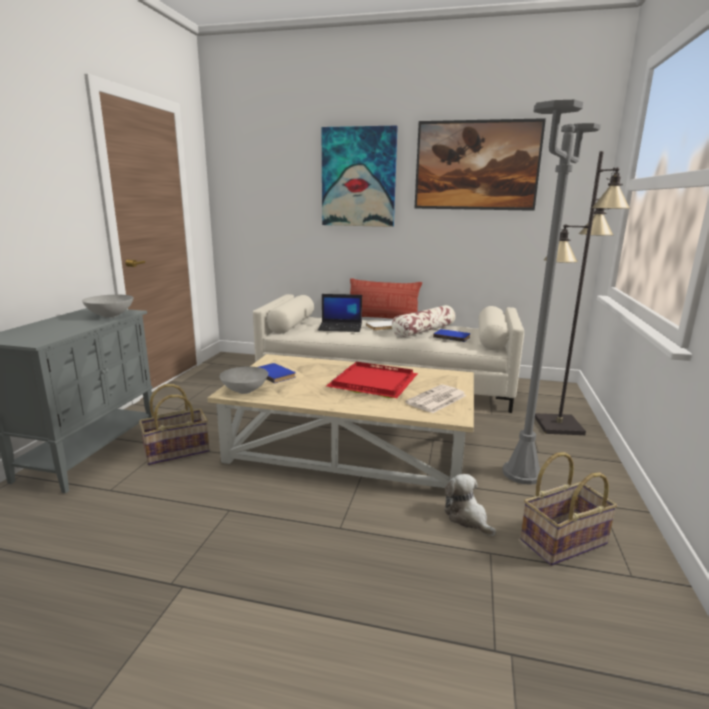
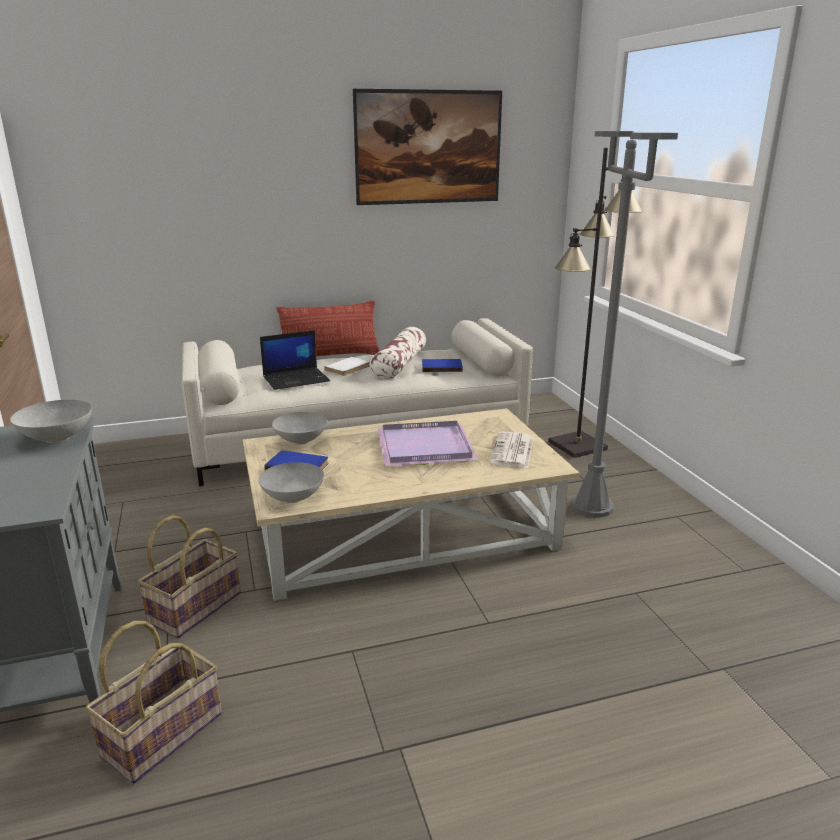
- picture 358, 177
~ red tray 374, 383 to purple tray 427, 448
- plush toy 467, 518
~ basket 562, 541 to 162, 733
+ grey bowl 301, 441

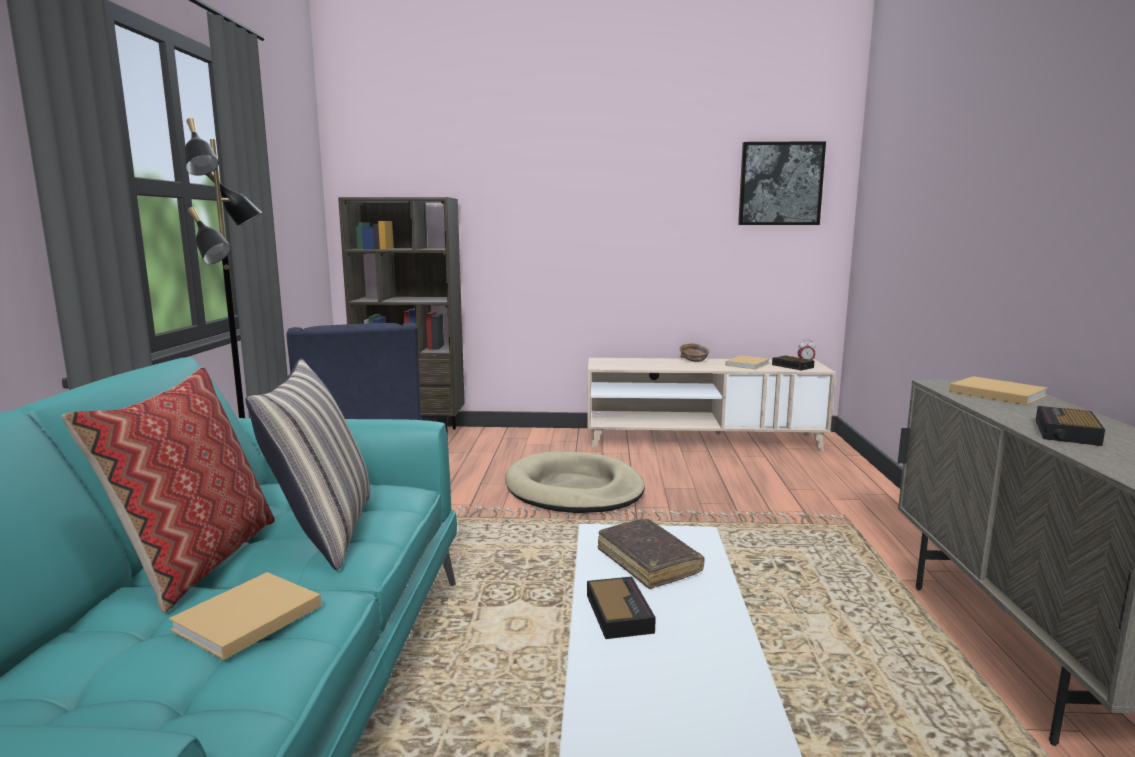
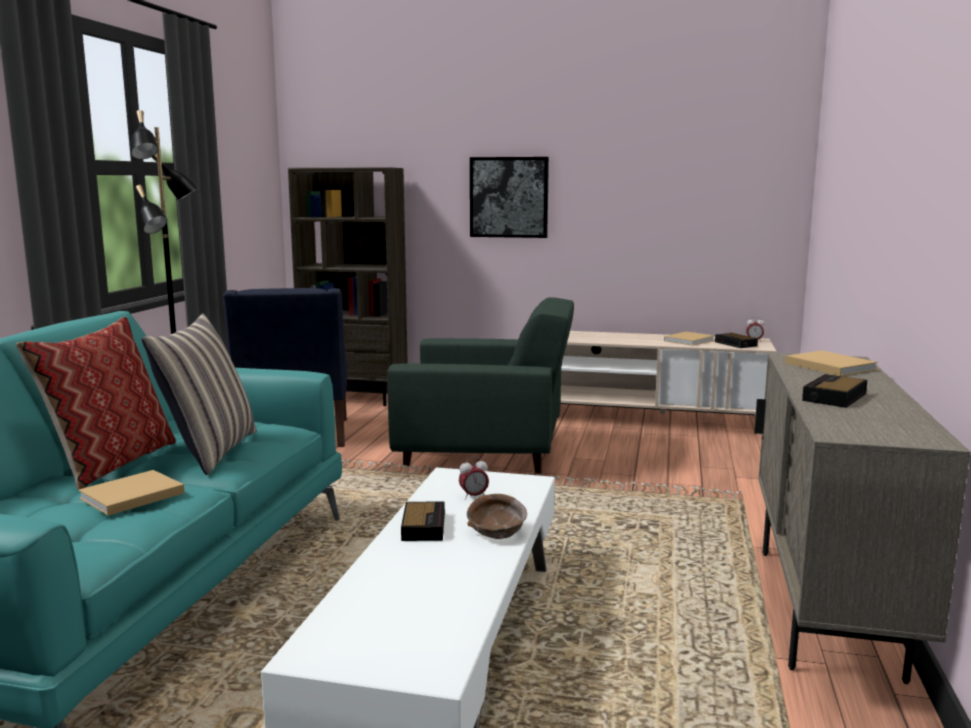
~ beige dog bed 574, 489 to green armchair 485, 454
~ brown book 648, 562 to alarm clock 473, 496
~ brown bowl 693, 360 to 496, 532
~ picture 780, 184 to 509, 197

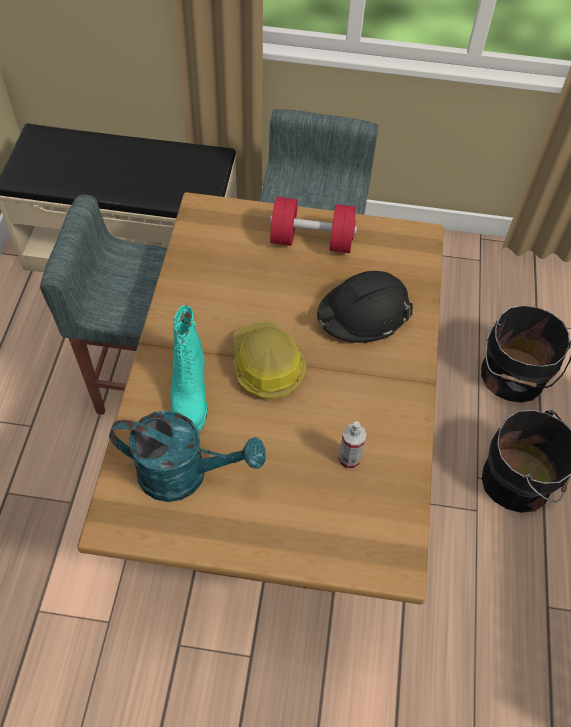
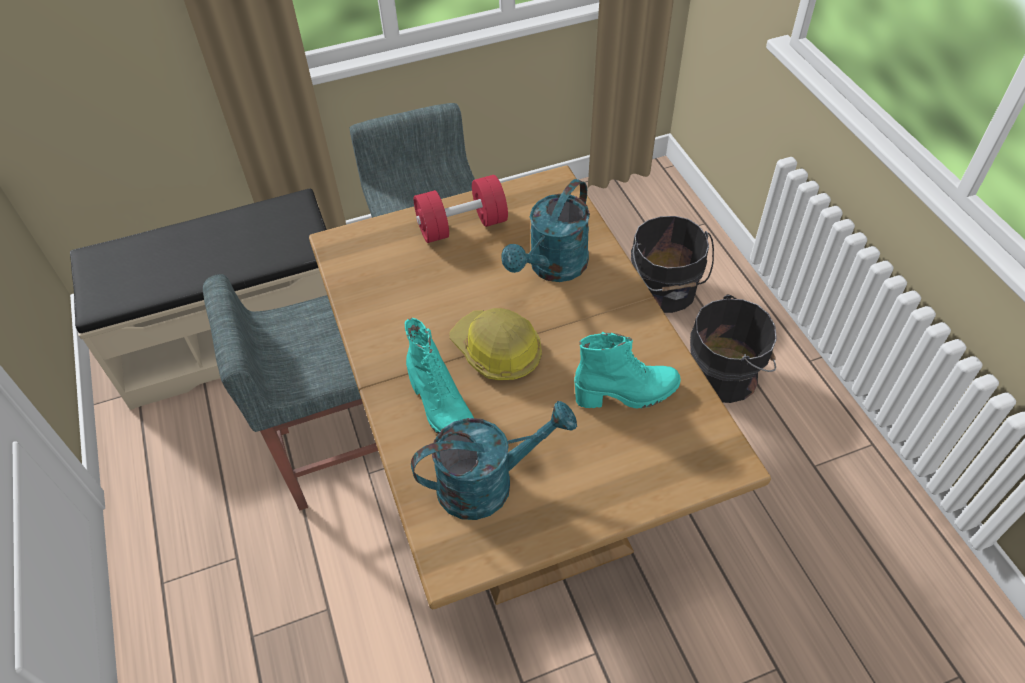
~ black hard hat 363, 315 to turquoise watering can 552, 268
~ spray bottle 349, 459 to turquoise boot 627, 394

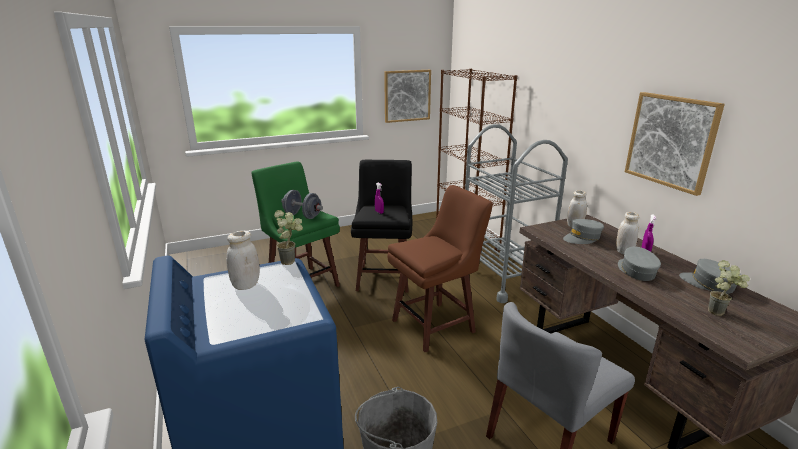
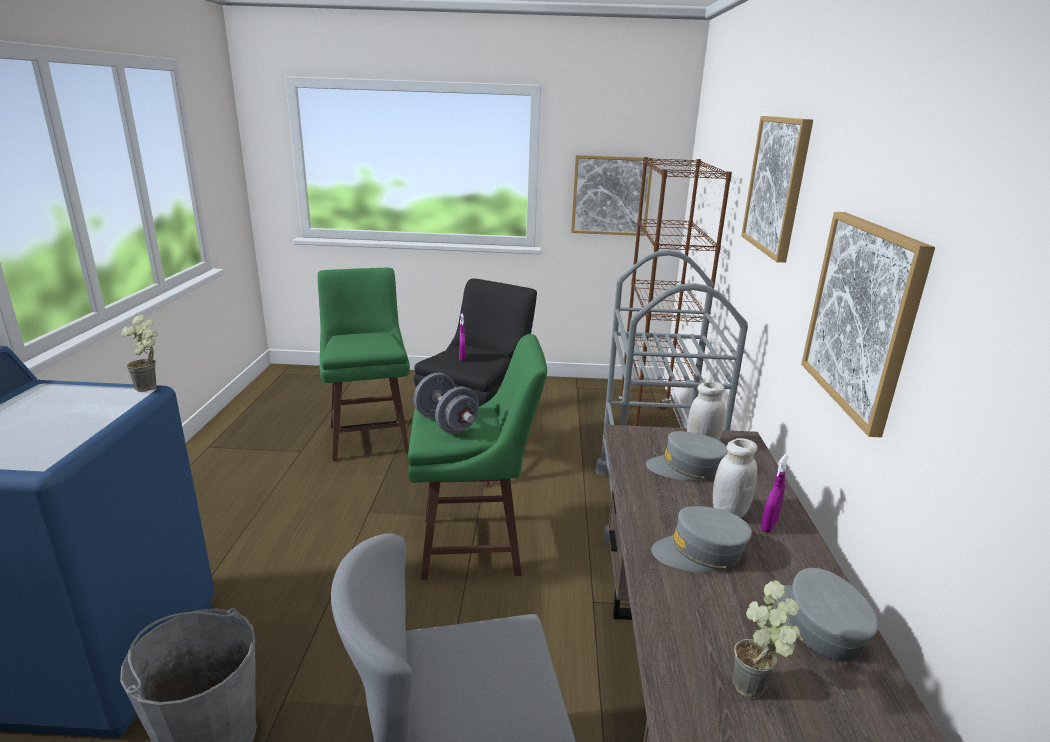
- white jar 246, 285
~ grey dumbbell 302, 216 to 446, 423
~ brown stool 435, 326 to green stool 475, 547
~ grey cap 636, 271 = 700, 553 120 degrees counterclockwise
+ picture 777, 185

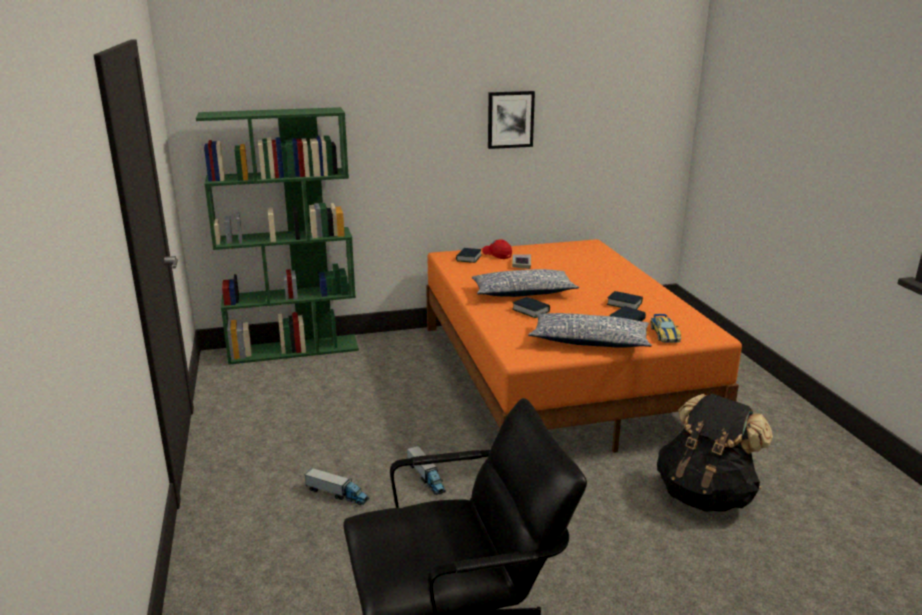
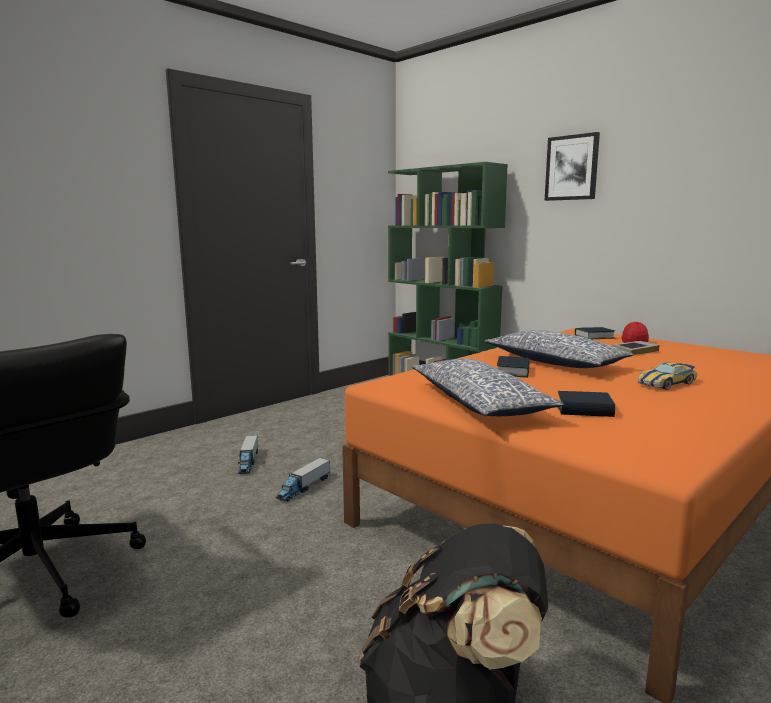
~ picture 510, 119 to 572, 168
- book 624, 304
~ toy car 664, 334 to 666, 383

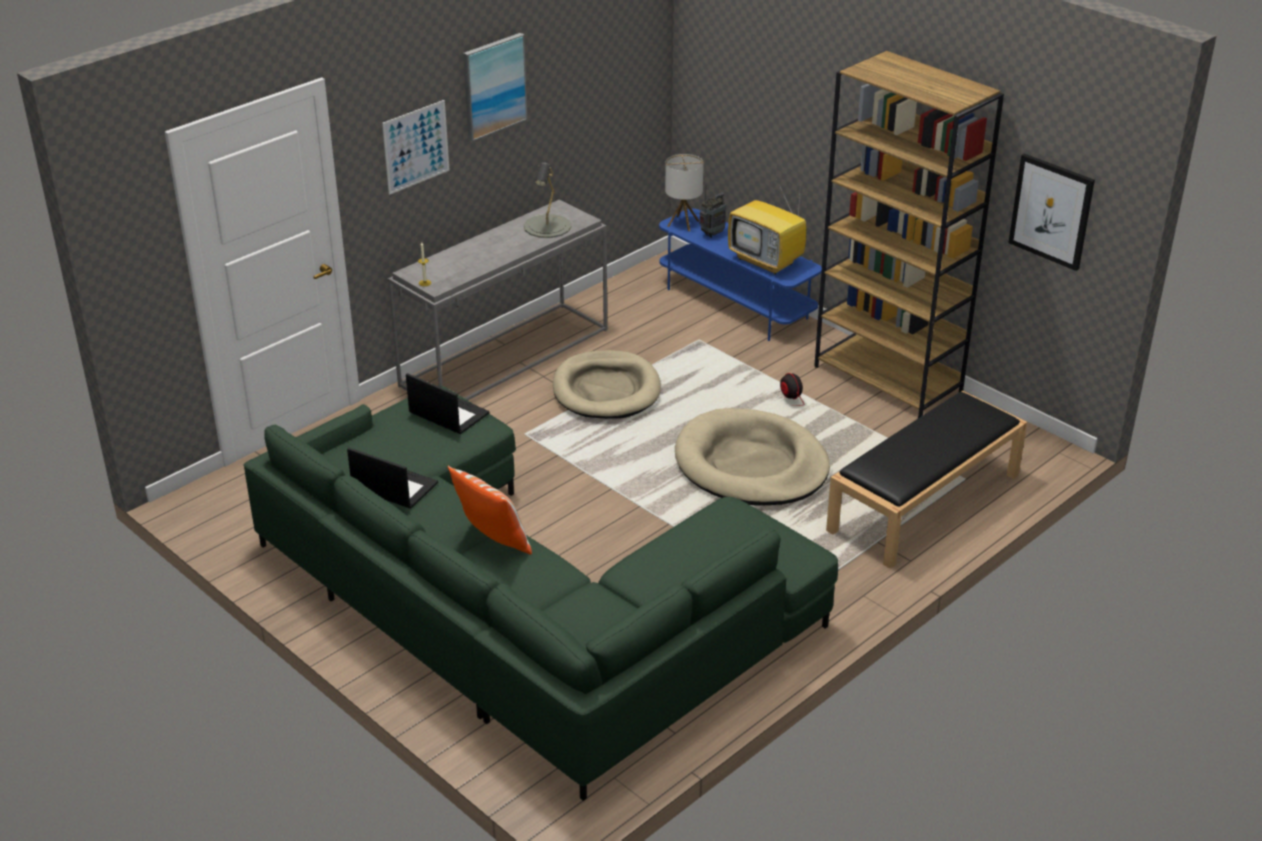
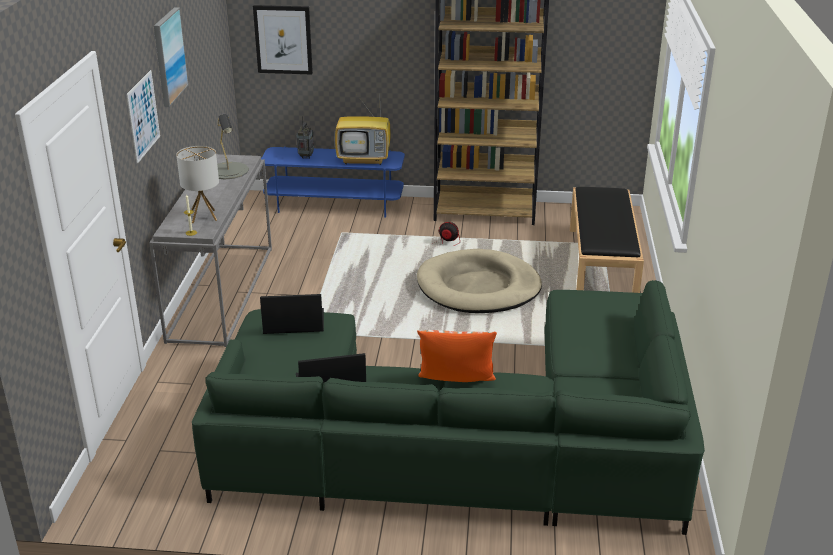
- beige dog bed 606, 390
~ table lamp 683, 223 to 203, 216
~ picture 1051, 211 to 283, 39

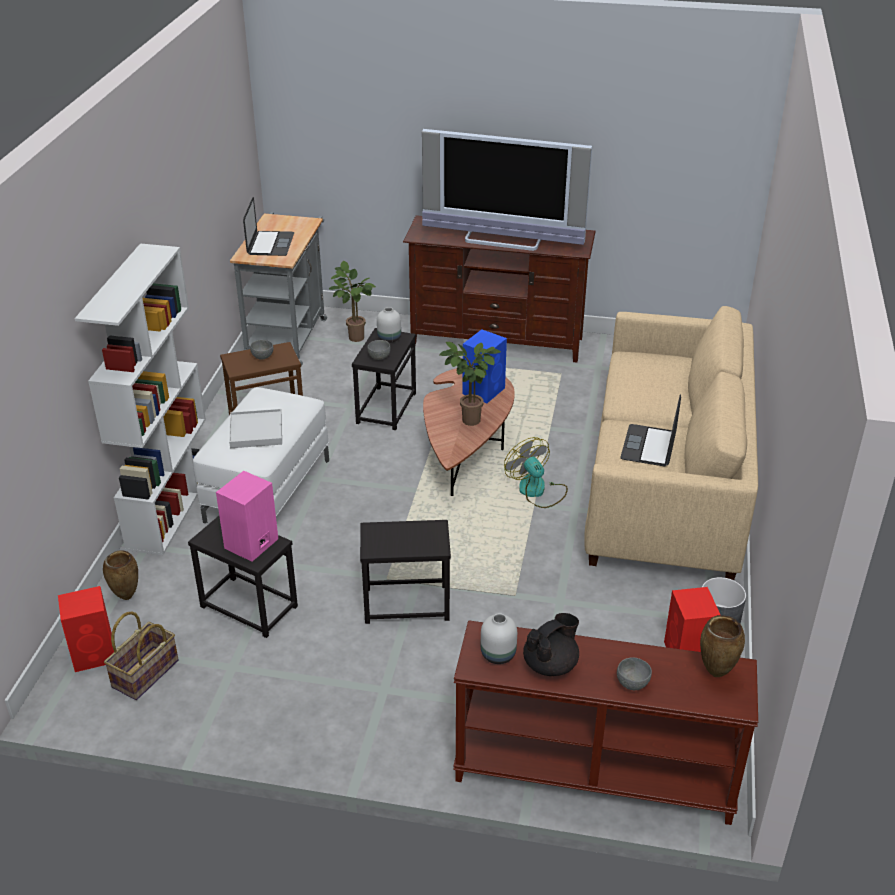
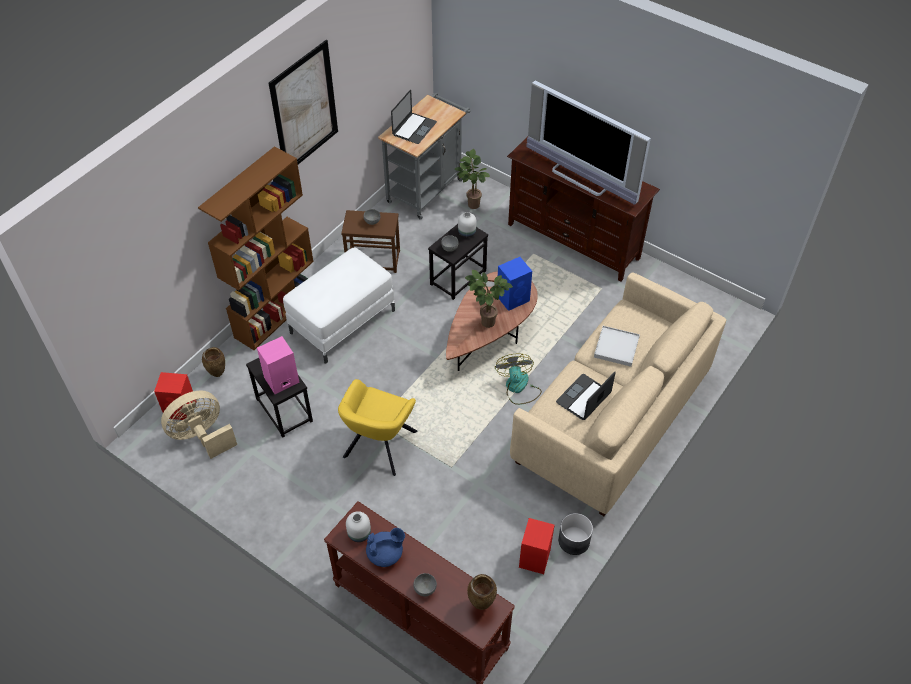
~ white bookcase 170, 507 to brown bookcase 276, 313
~ basket 146, 674 to beige fan 202, 436
~ white tray 256, 431 to 616, 347
~ black side table 406, 605 to yellow armchair 379, 446
~ black teapot 551, 664 to blue teapot 385, 554
+ picture 305, 108

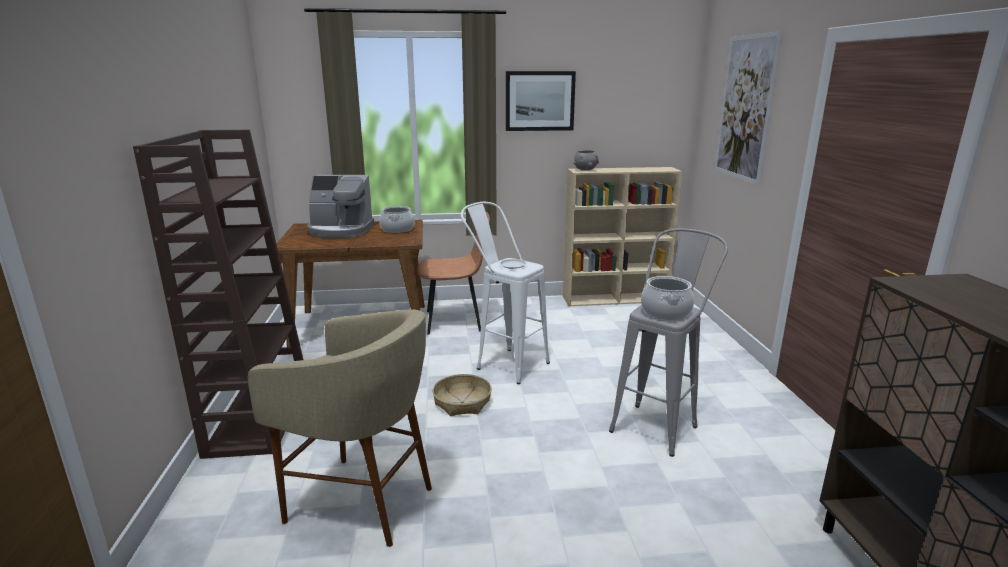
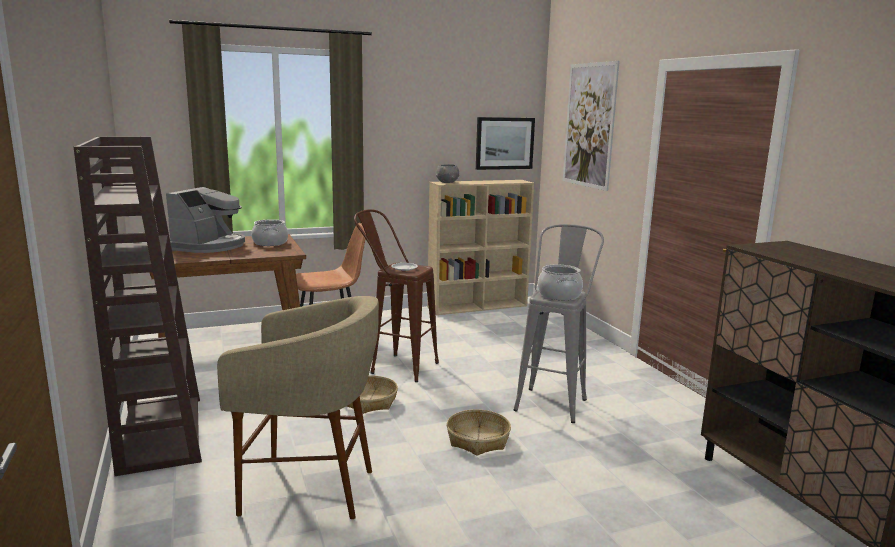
~ coffee machine 340, 231 = 209, 246 60 degrees counterclockwise
~ white stool 504, 363 to brown stool 395, 366
~ picture 539, 101 to 504, 143
+ basket 477, 440

